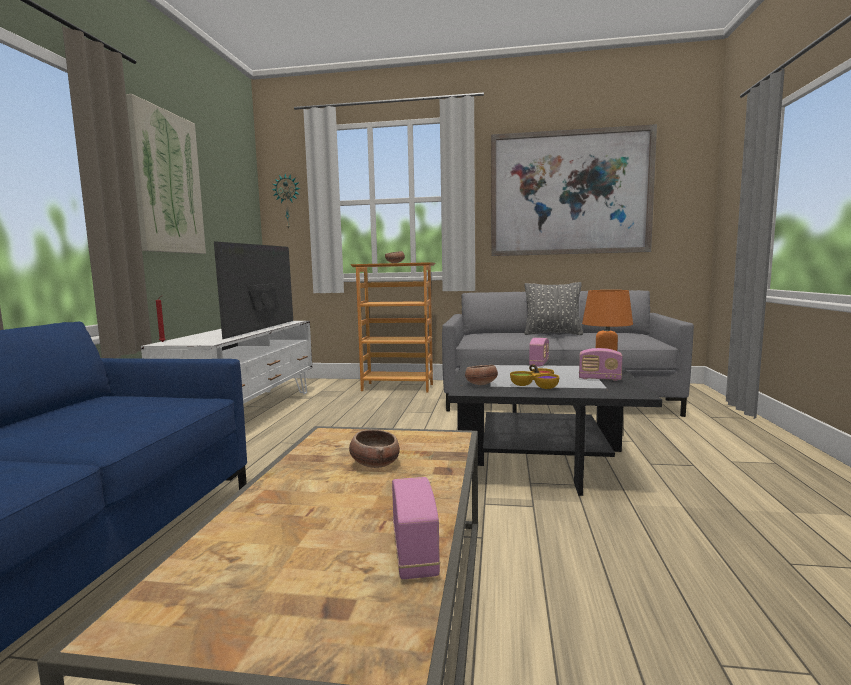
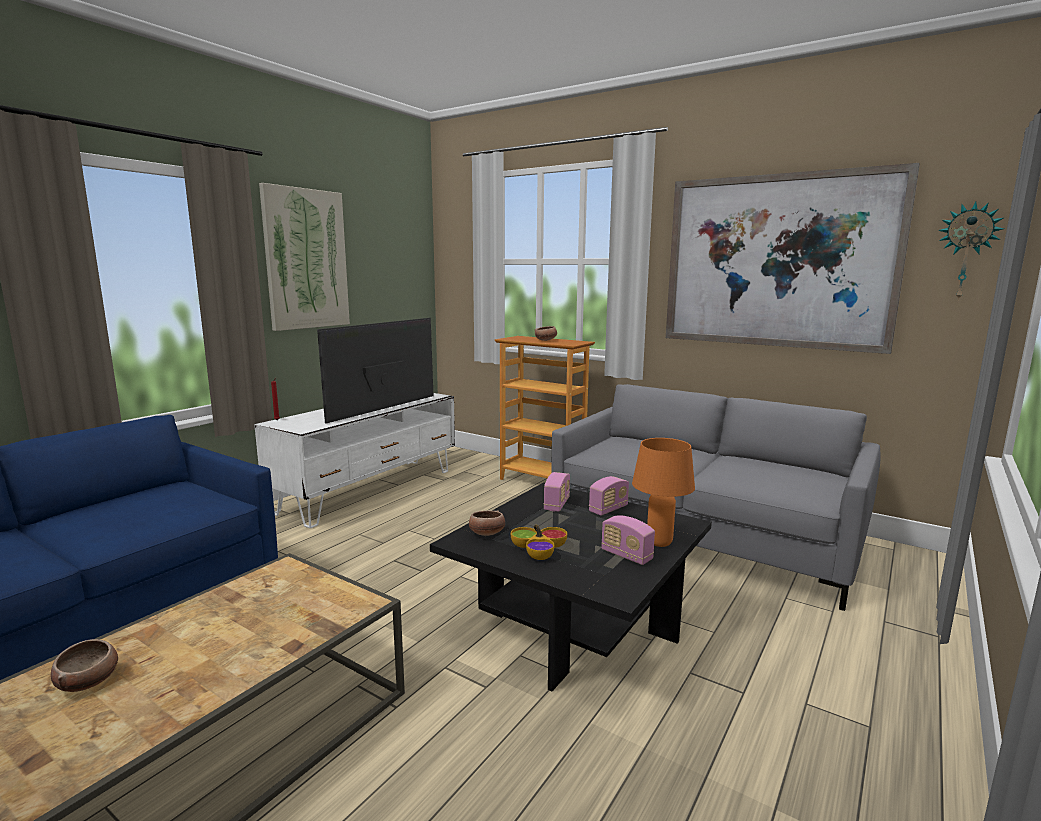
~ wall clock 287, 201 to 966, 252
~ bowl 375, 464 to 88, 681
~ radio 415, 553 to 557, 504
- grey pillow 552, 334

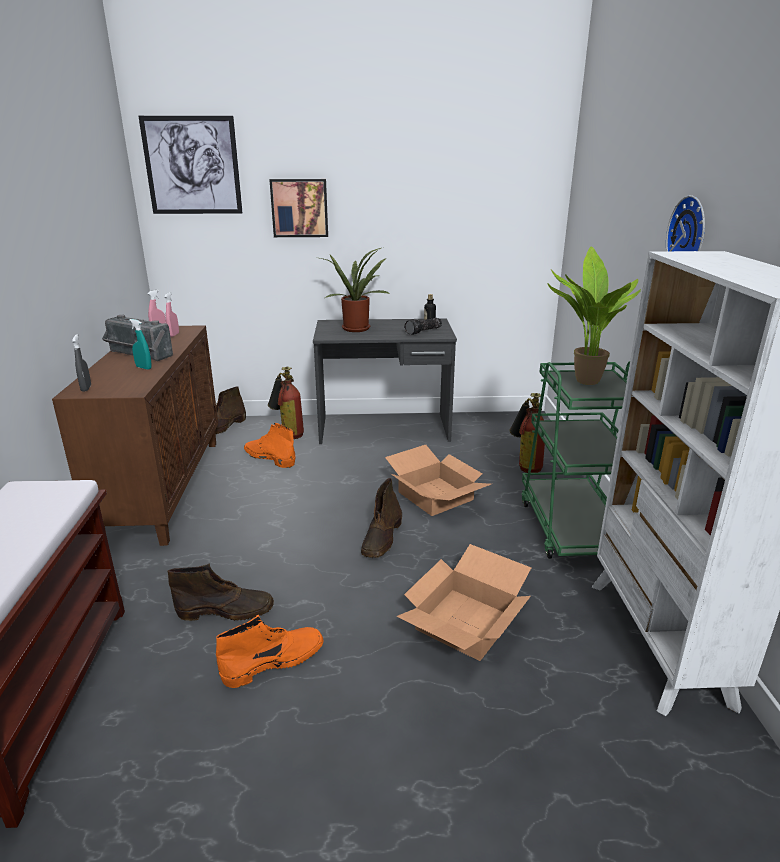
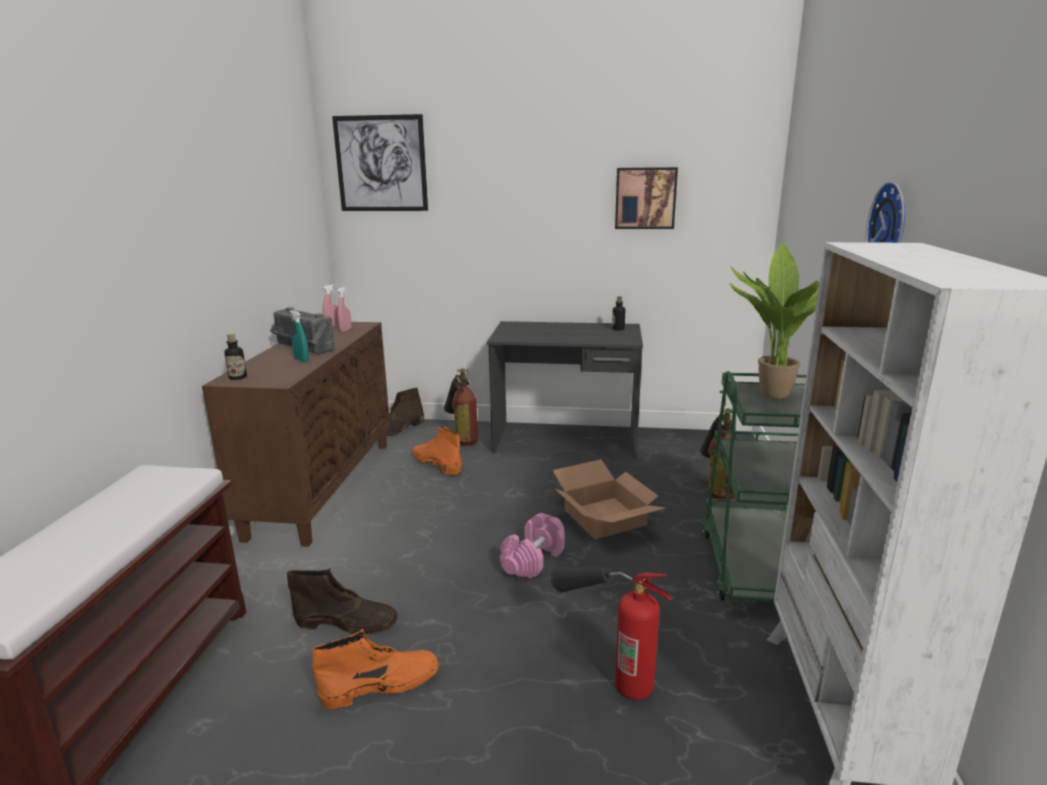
~ grey spray bottle 86, 388 to bottle 238, 377
~ picture 299, 208 to 645, 198
- potted plant 356, 328
~ brown boot 382, 539 to pink dumbbell 533, 560
~ cardboard box 466, 624 to fire extinguisher 605, 667
- flashlight 424, 331

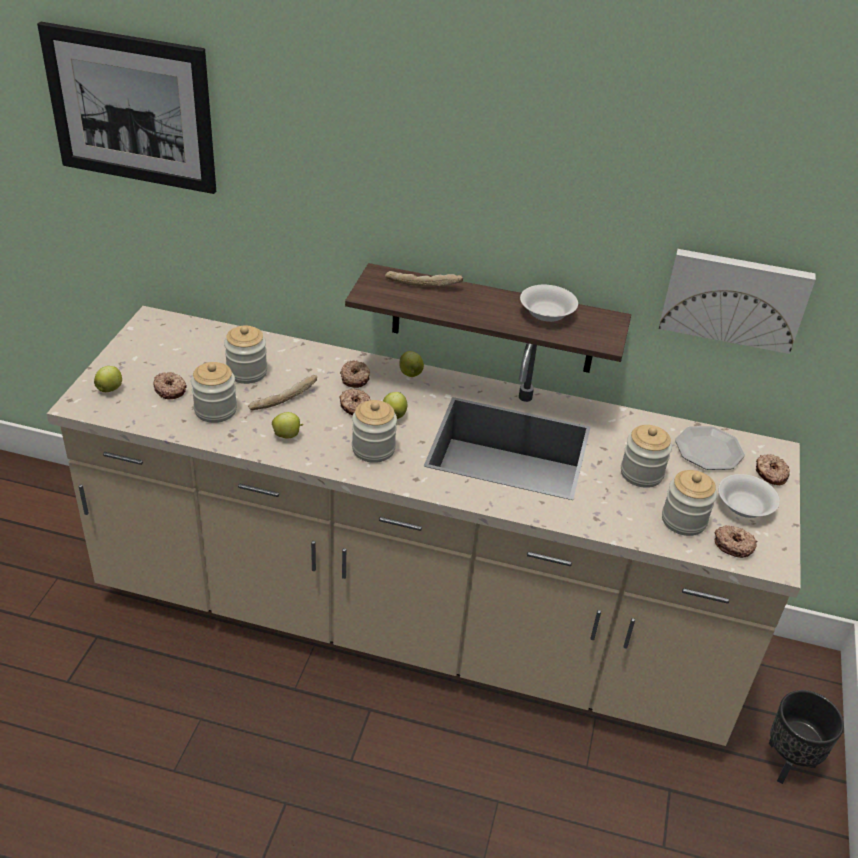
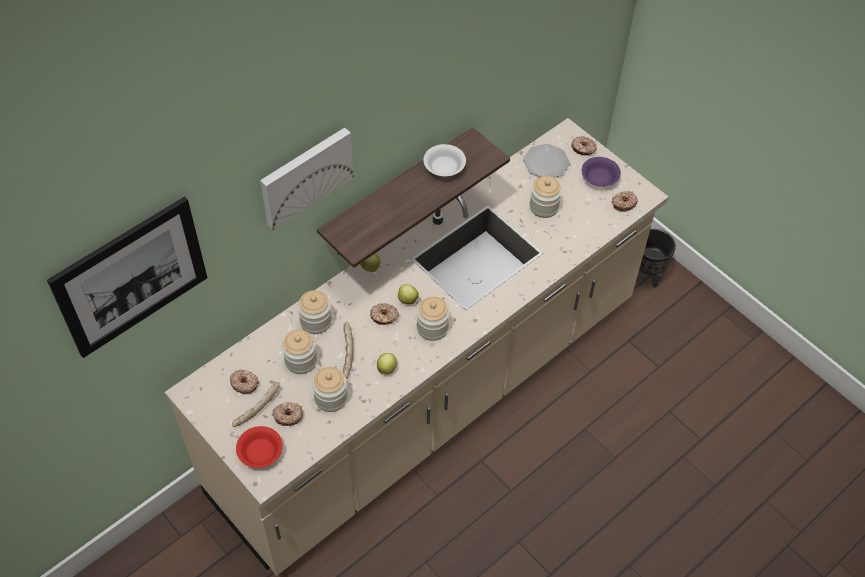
~ apple 110, 389 to red bowl 260, 453
~ donut 355, 378 to 244, 383
~ bread 423, 284 to 256, 407
~ picture 734, 298 to 305, 176
~ jar 683, 520 to 316, 321
~ white bowl 743, 506 to purple bowl 599, 178

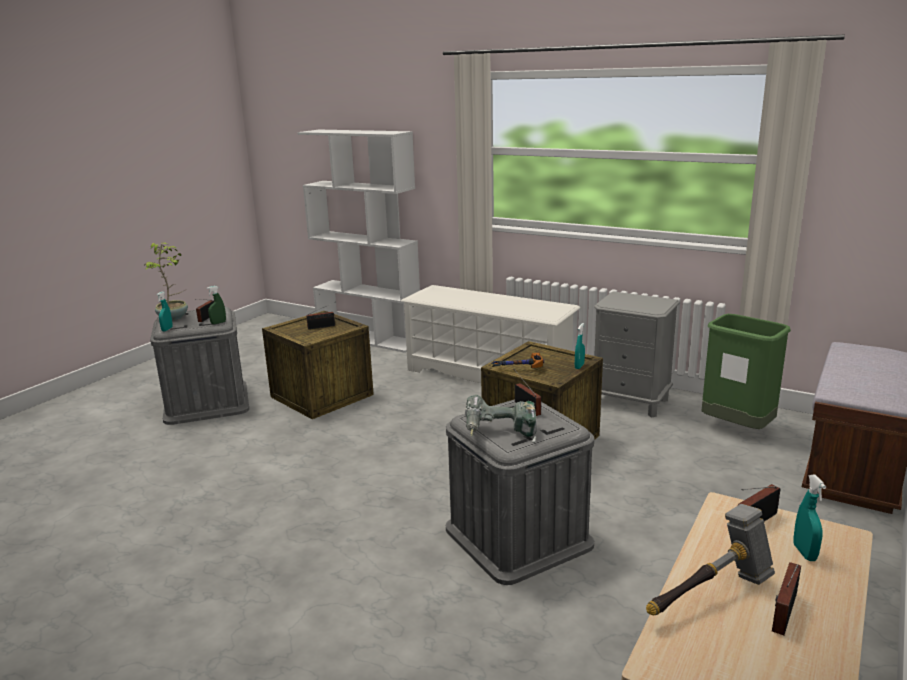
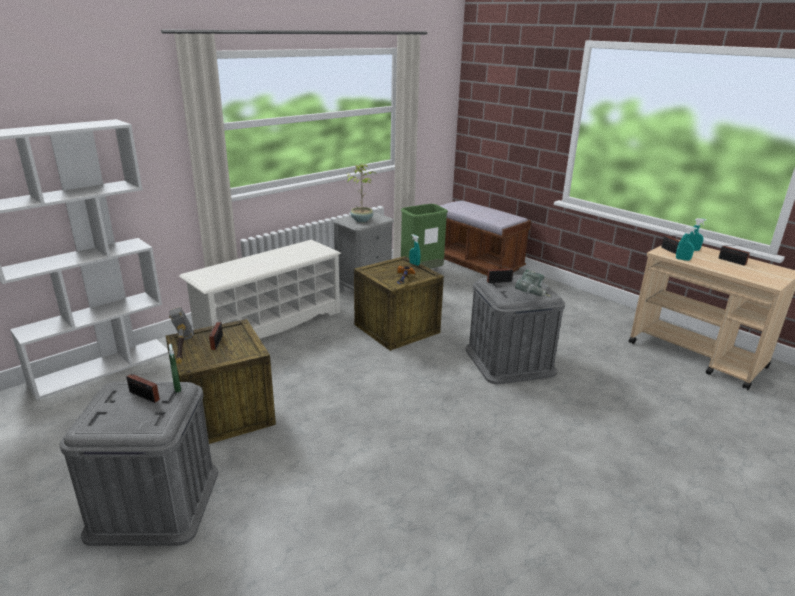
~ potted plant 174, 318 to 362, 220
~ turquoise spray bottle 167, 329 to 682, 259
~ hammer 709, 596 to 183, 350

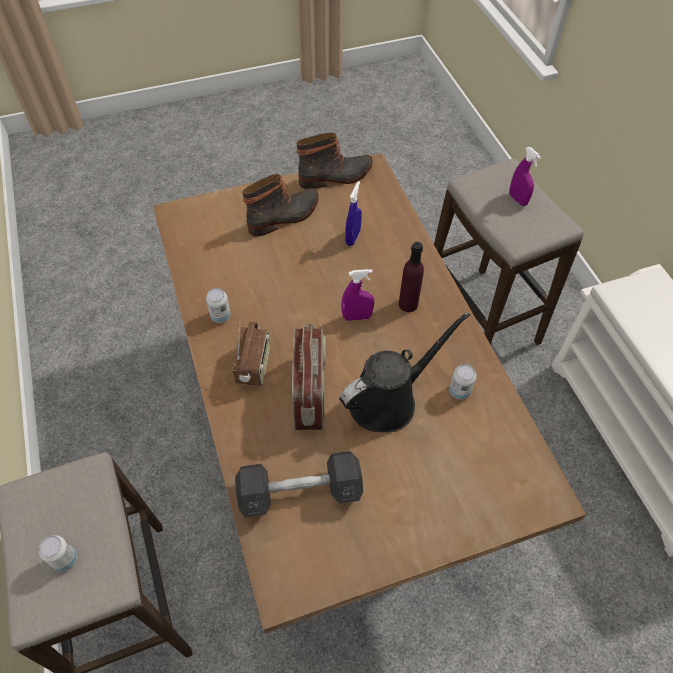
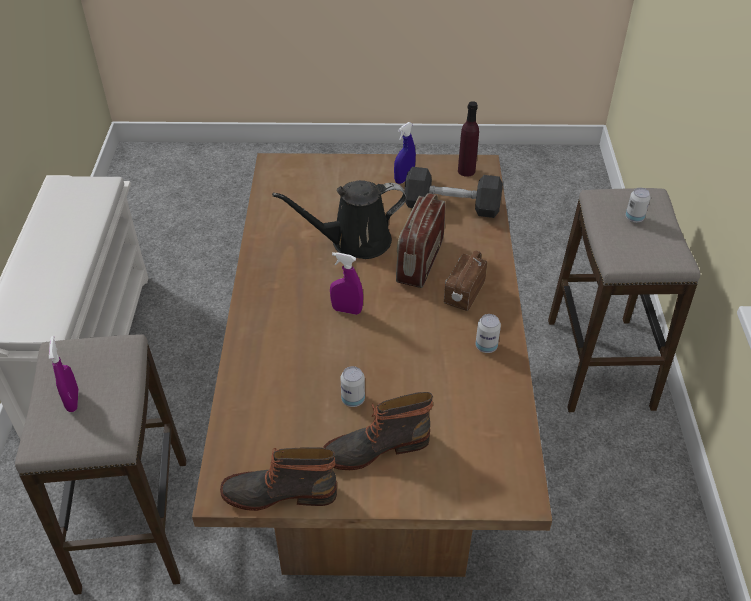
~ blue spray bottle 353, 238 to 404, 178
~ purple bottle 408, 304 to 466, 171
~ can 459, 391 to 353, 399

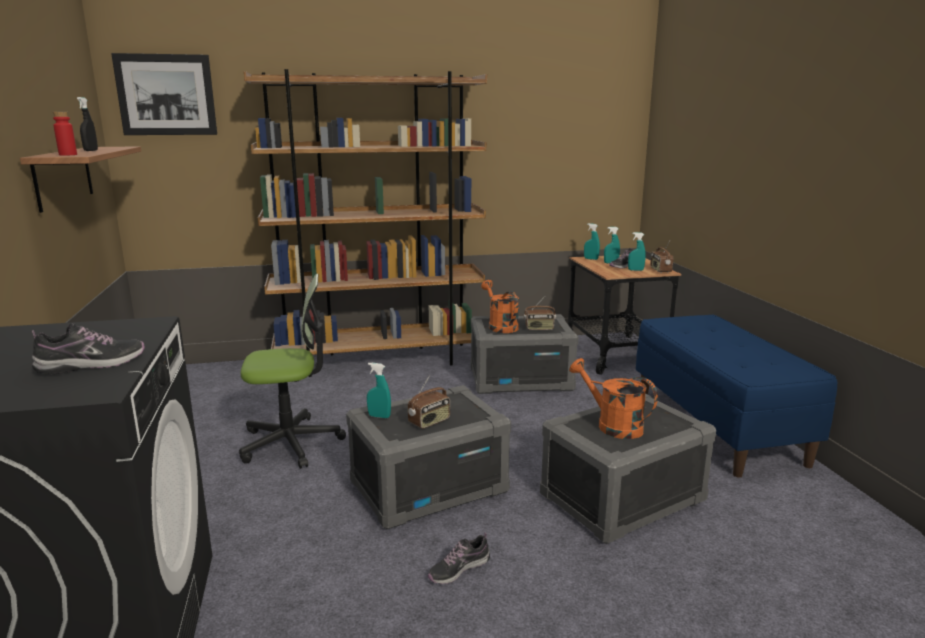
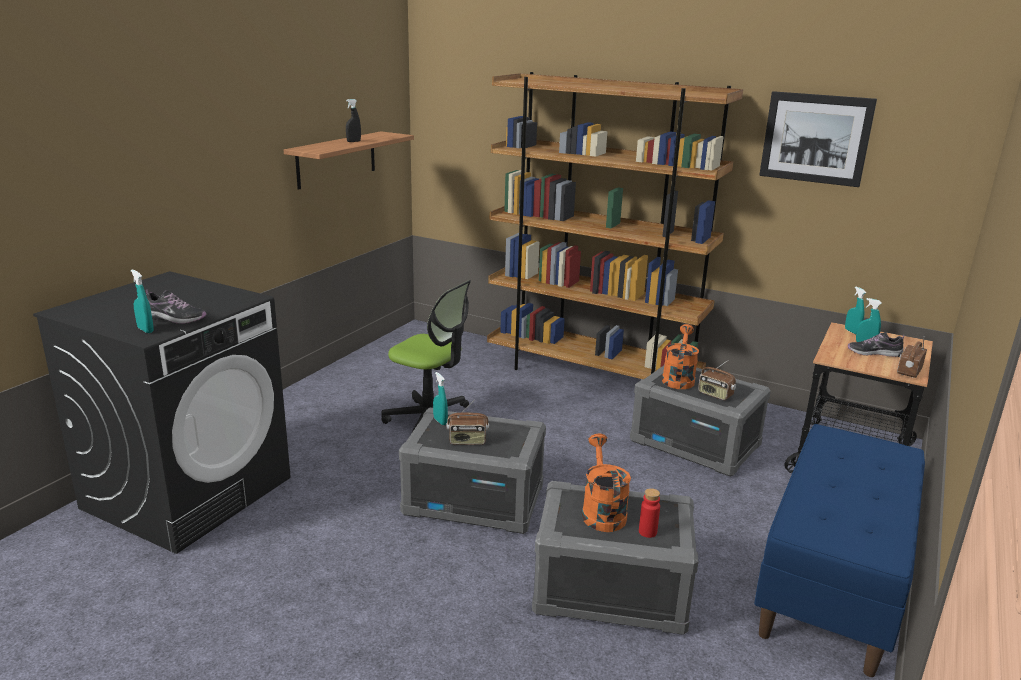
~ red bottle 68, 155 to 647, 532
~ picture 166, 95 to 815, 138
- shoe 458, 569
~ turquoise spray bottle 635, 270 to 145, 330

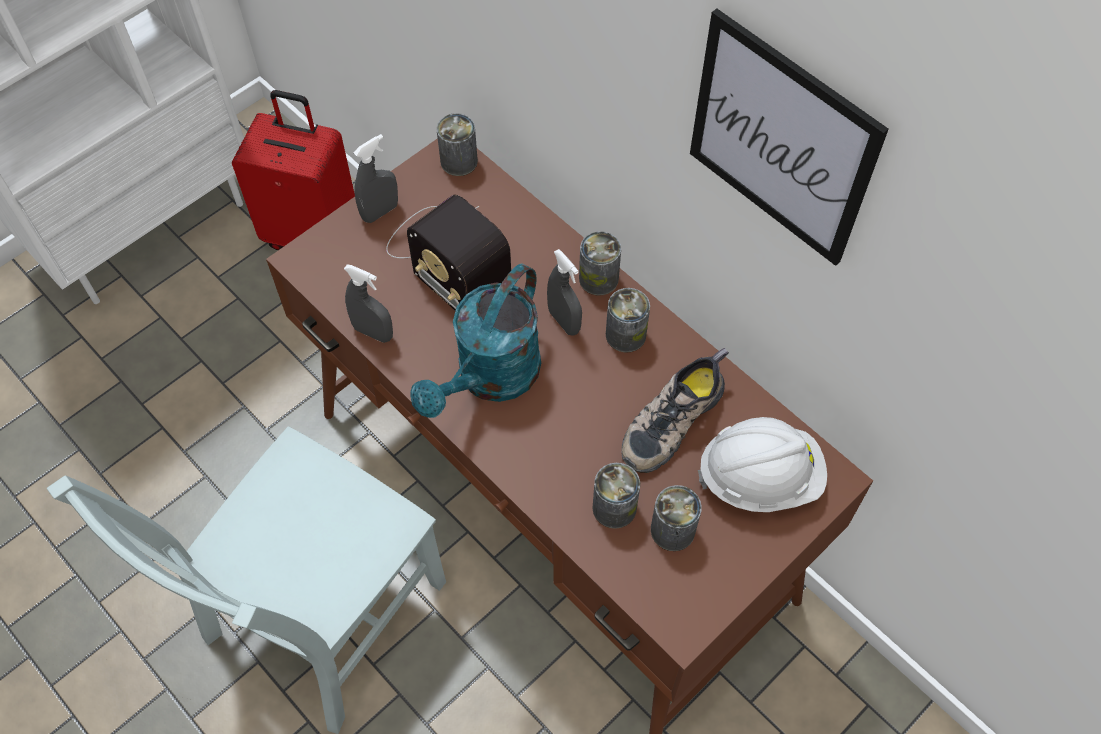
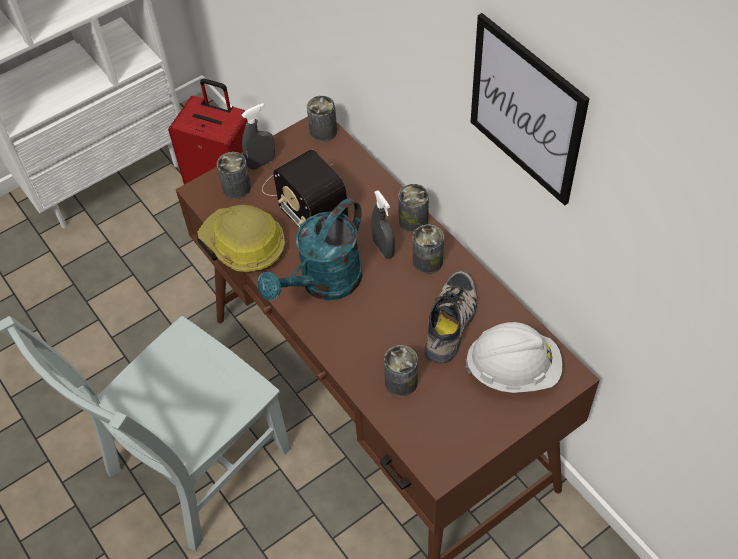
~ grey spray bottle 373, 332 to hard hat 244, 245
~ shoe 670, 418 = 452, 323 150 degrees clockwise
~ can 672, 530 to 236, 188

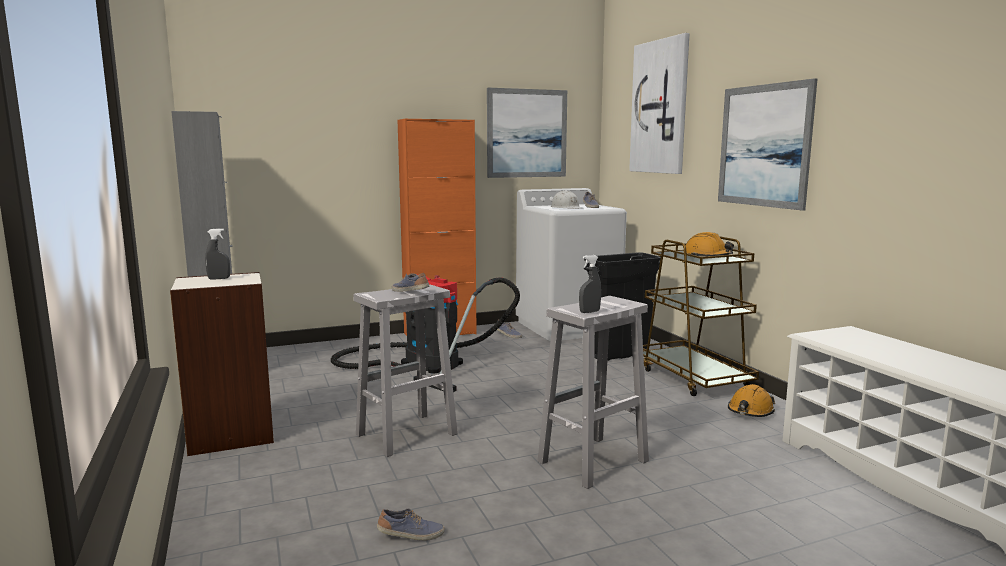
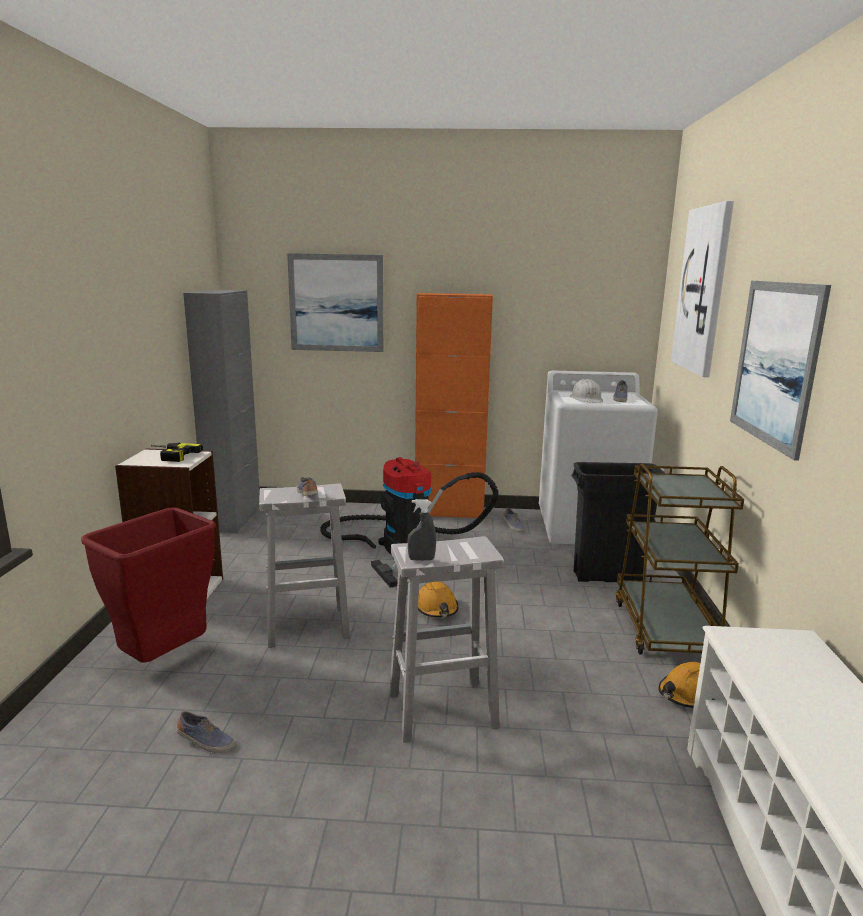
~ grey spray bottle 219, 278 to power drill 169, 455
~ picture 527, 133 to 336, 303
~ orange hard hat 707, 256 to 436, 608
+ red trash can 165, 659

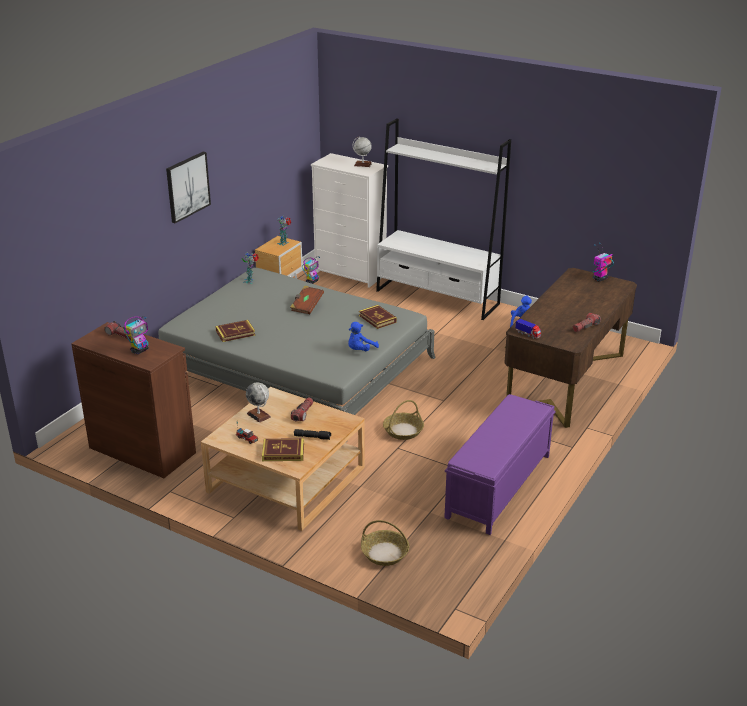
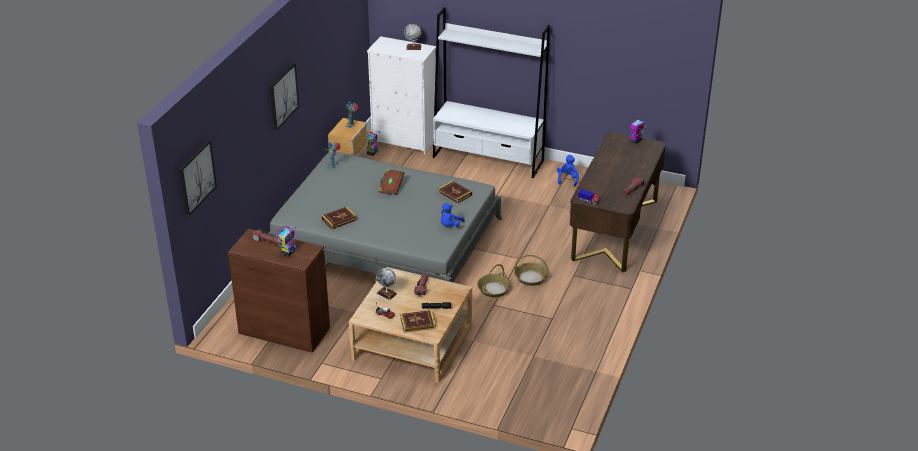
~ basket 384, 553 to 530, 278
- purple bench 498, 487
+ picture 196, 177

